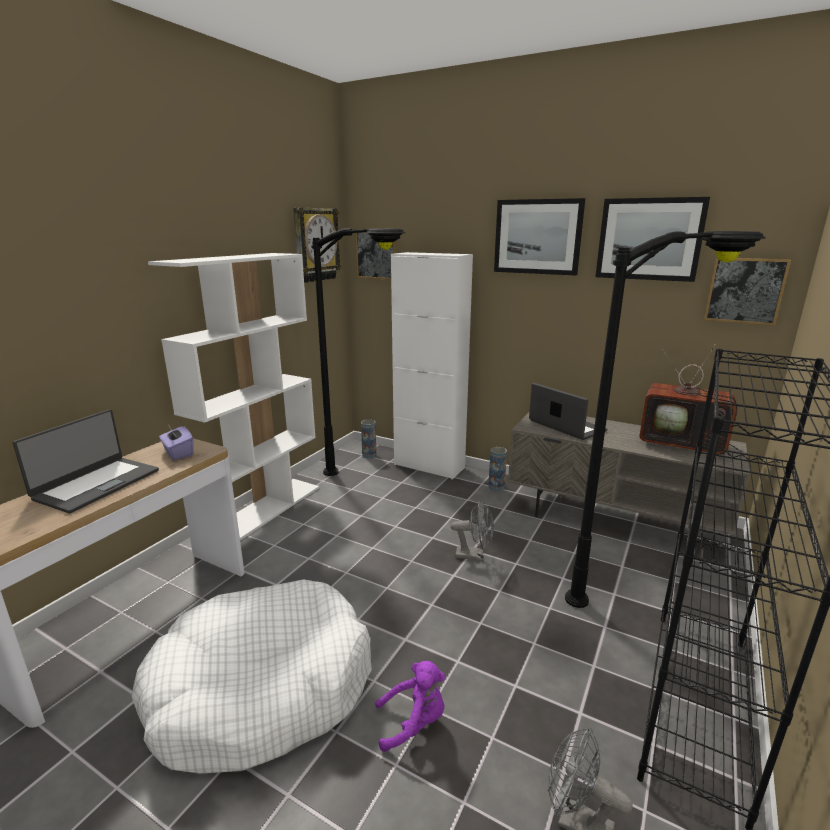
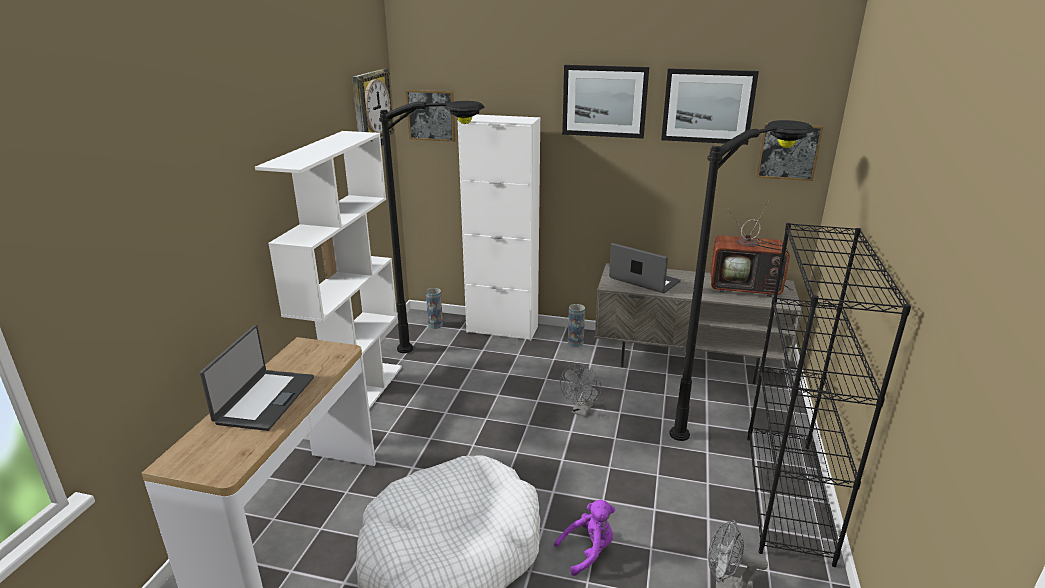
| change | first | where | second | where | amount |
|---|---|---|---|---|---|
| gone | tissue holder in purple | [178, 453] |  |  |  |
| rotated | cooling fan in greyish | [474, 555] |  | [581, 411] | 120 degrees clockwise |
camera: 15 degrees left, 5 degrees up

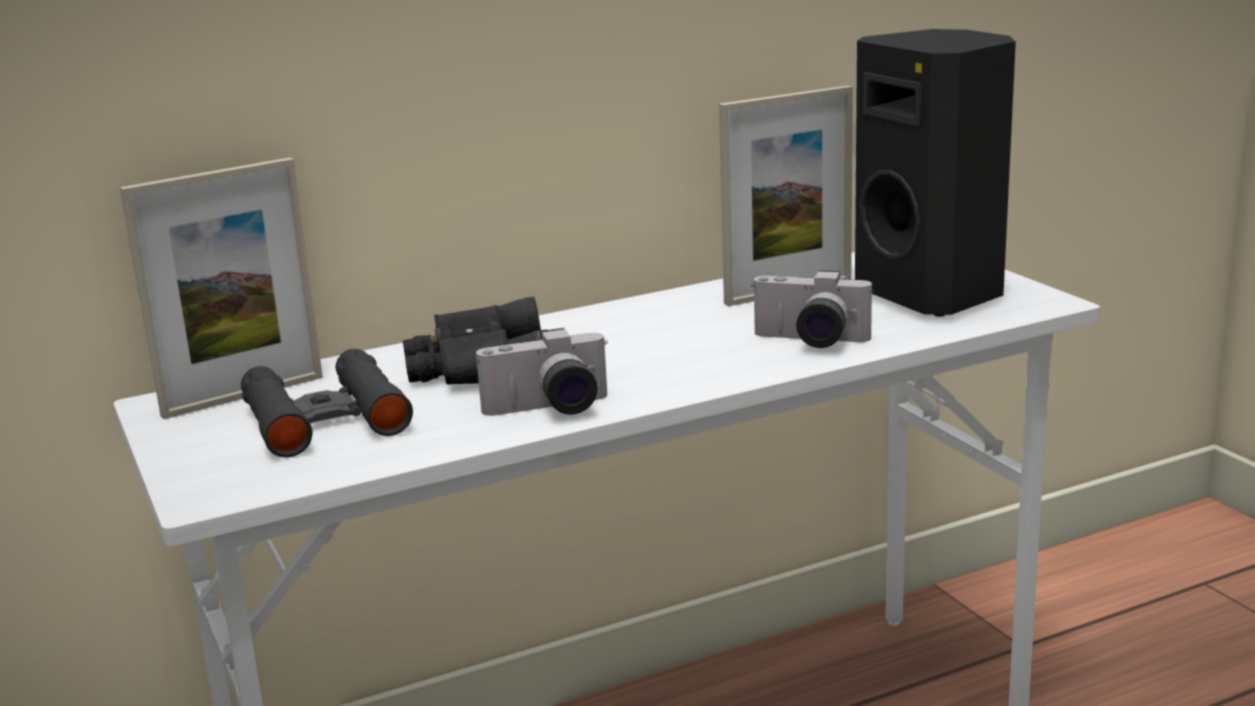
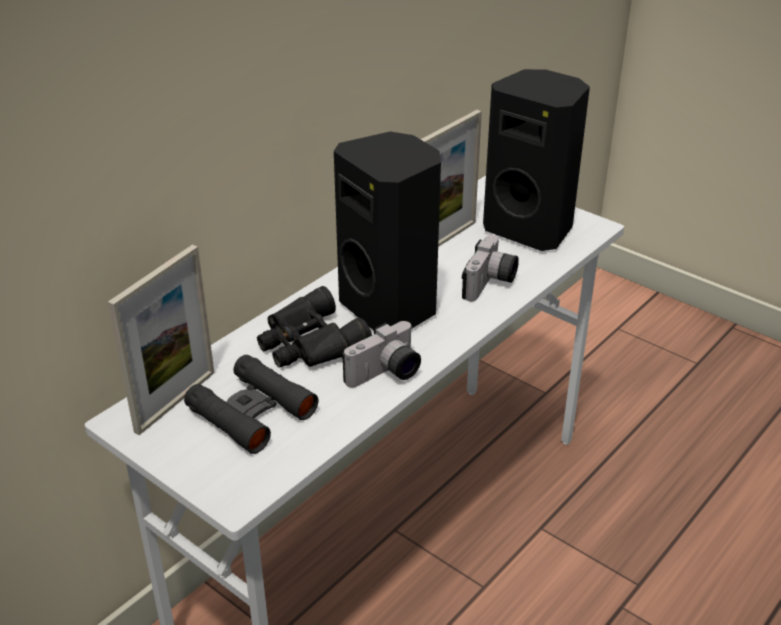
| change | first | where | second | where | amount |
|---|---|---|---|---|---|
| rotated | still camera | [809, 341] |  | [491, 284] | 60 degrees counterclockwise |
| new |  |  | speaker in blackish | [391, 308] |  |
camera: 25 degrees left, 15 degrees up

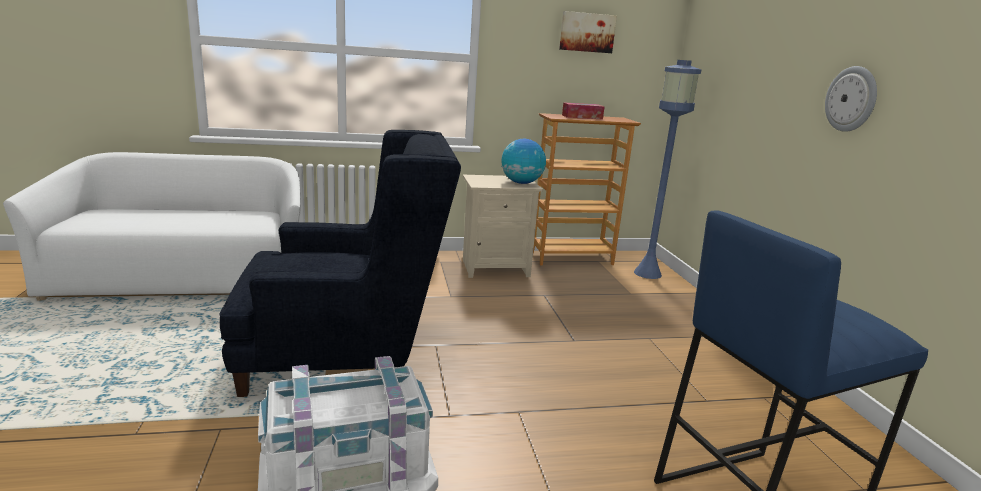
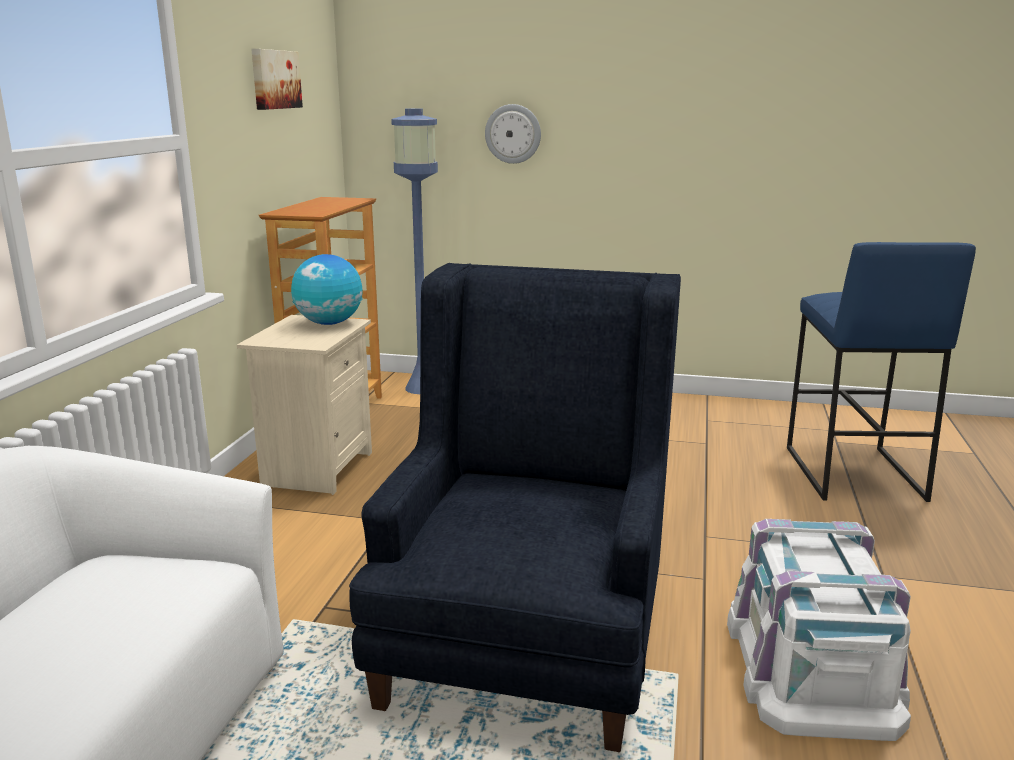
| change | first | where | second | where | amount |
|---|---|---|---|---|---|
| shifted | clock on the wall | [851, 99] |  | [513, 134] |  |
| gone | tissue holder | [582, 117] |  |  |  |
camera: 65 degrees left, 0 degrees up

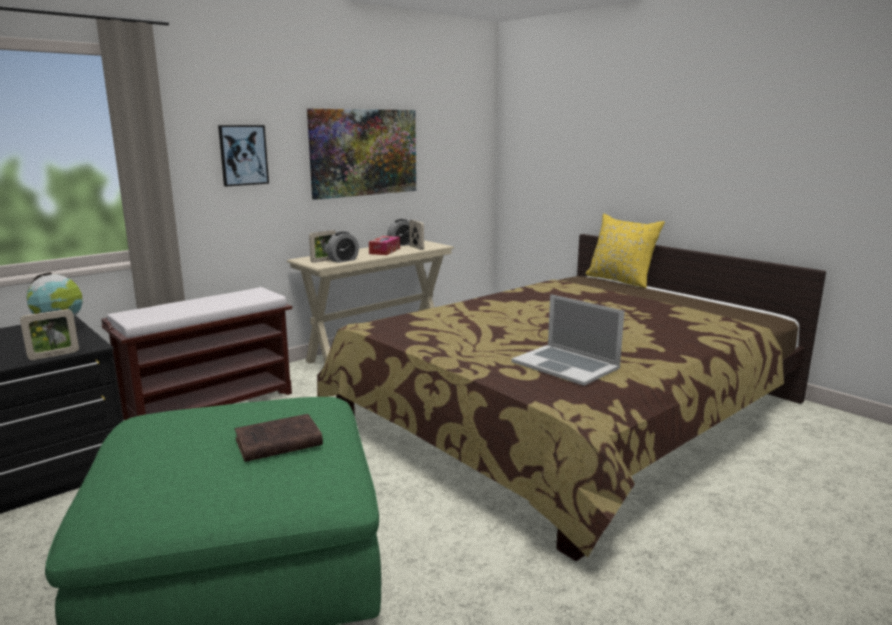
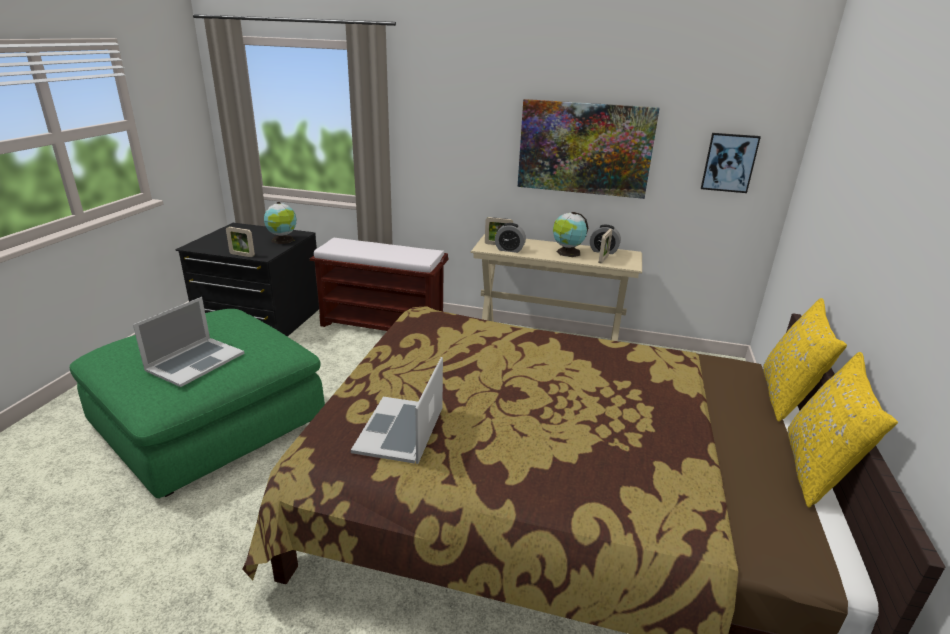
| change | first | where | second | where | amount |
|---|---|---|---|---|---|
| shifted | wall art | [243, 155] |  | [729, 162] |  |
| swapped | tissue holder | [384, 251] | desk globe | [567, 253] |  |
| swapped | volume in brown | [276, 443] | laptop | [195, 361] |  |
| new |  |  | cushion in yellow | [817, 470] |  |
camera: 55 degrees right, 10 degrees up

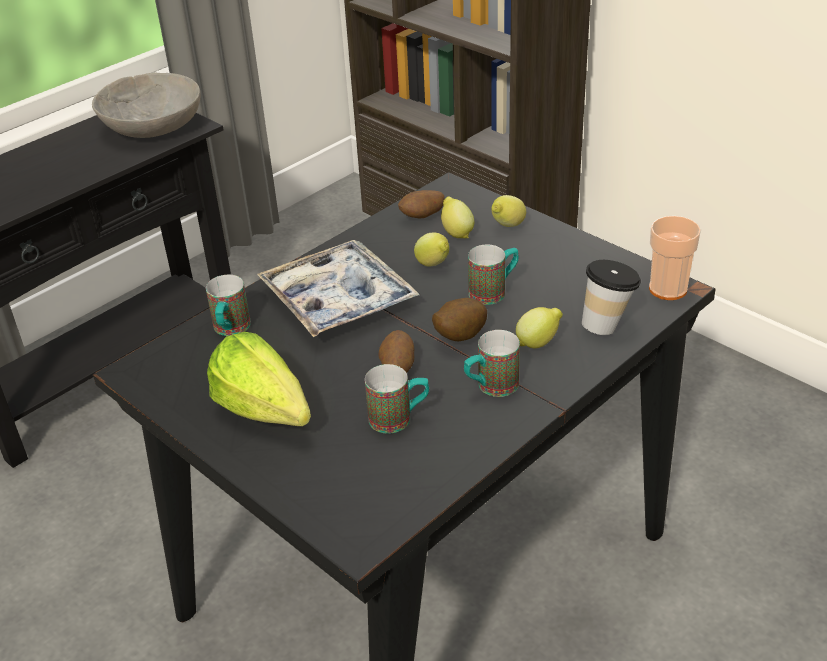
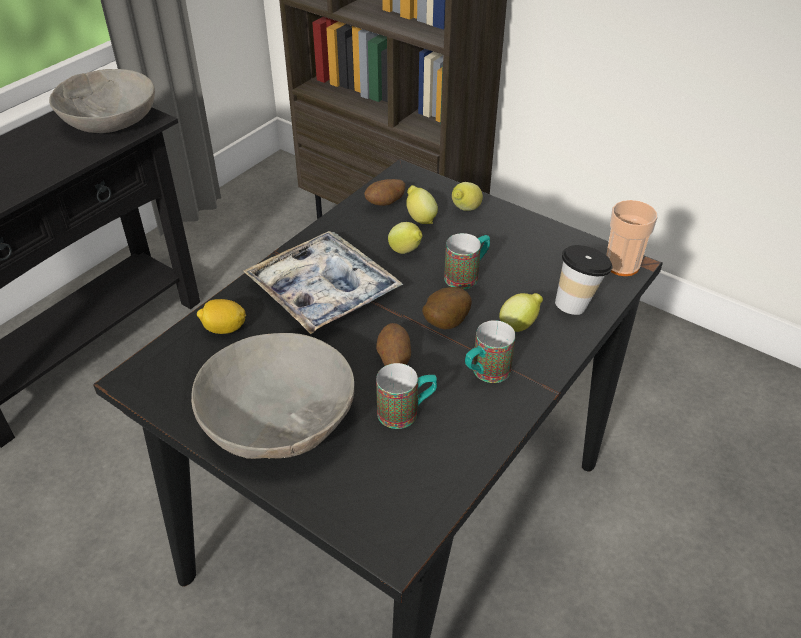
| change | first | where | second | where | amount |
|---|---|---|---|---|---|
| swapped | coffee mug | [230, 330] | whole lemon | [224, 329] |  |
| swapped | lettuce | [268, 417] | bowl in greyish | [279, 419] |  |
camera: 10 degrees left, 5 degrees up

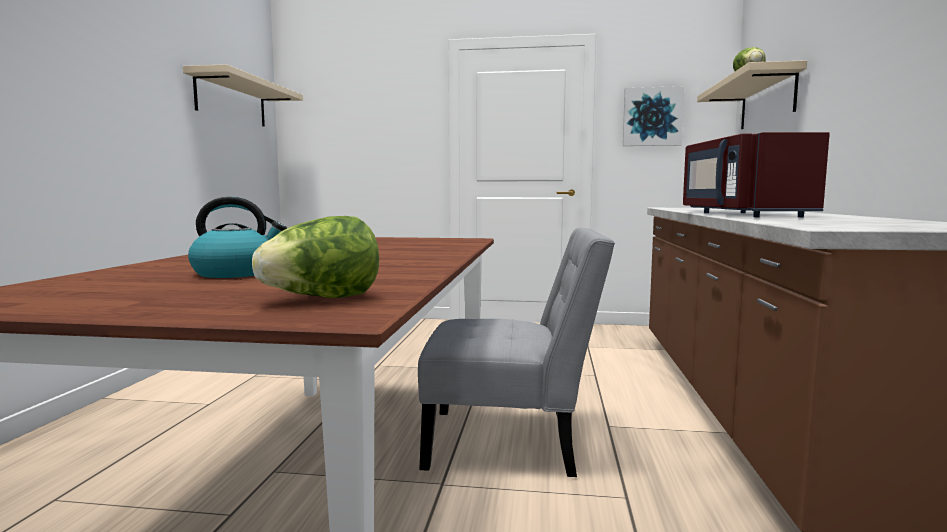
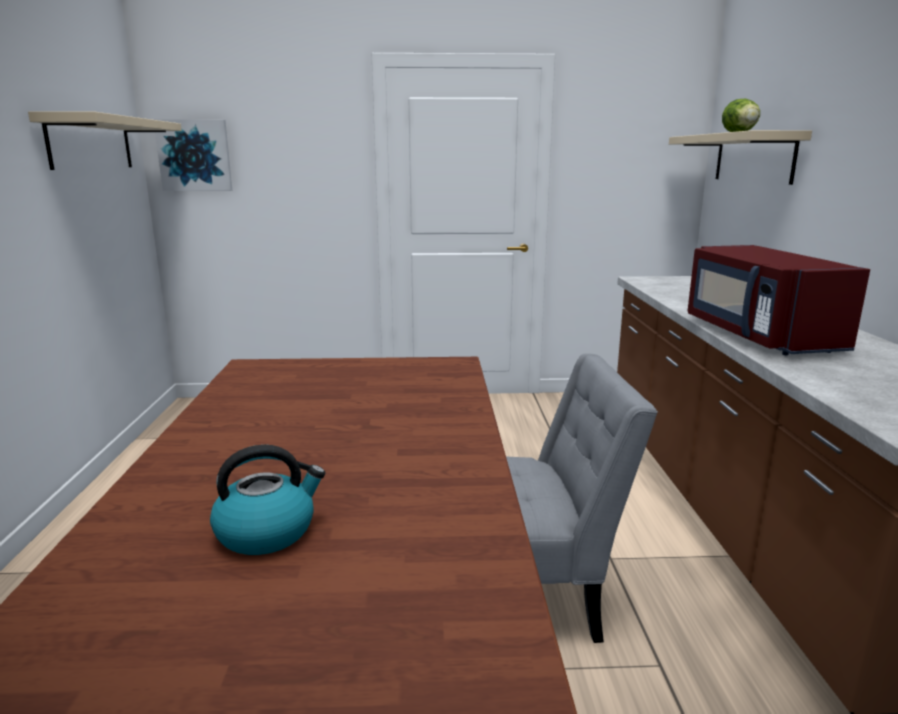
| change | first | where | second | where | amount |
|---|---|---|---|---|---|
| shifted | wall art | [652, 117] |  | [194, 155] |  |
| gone | lettuce | [322, 299] |  |  |  |
camera: 10 degrees left, 10 degrees up

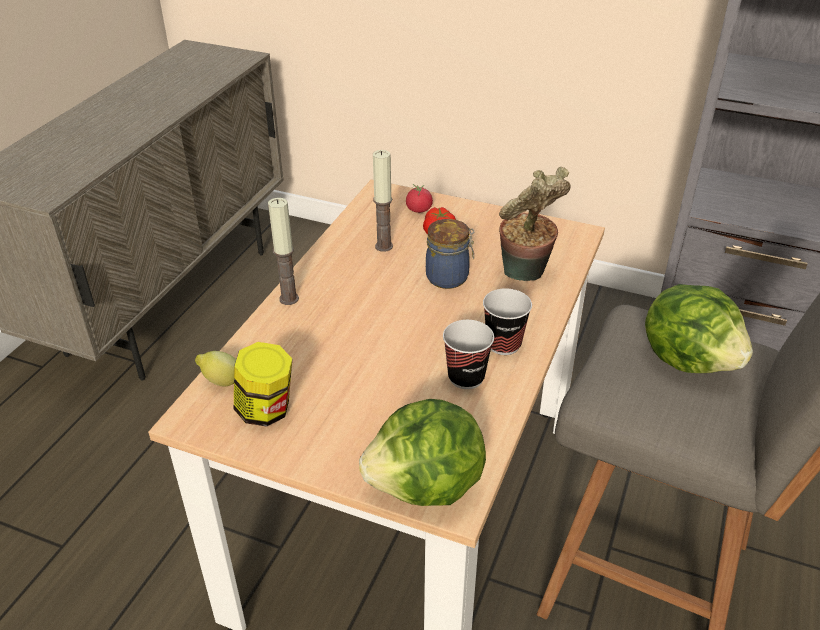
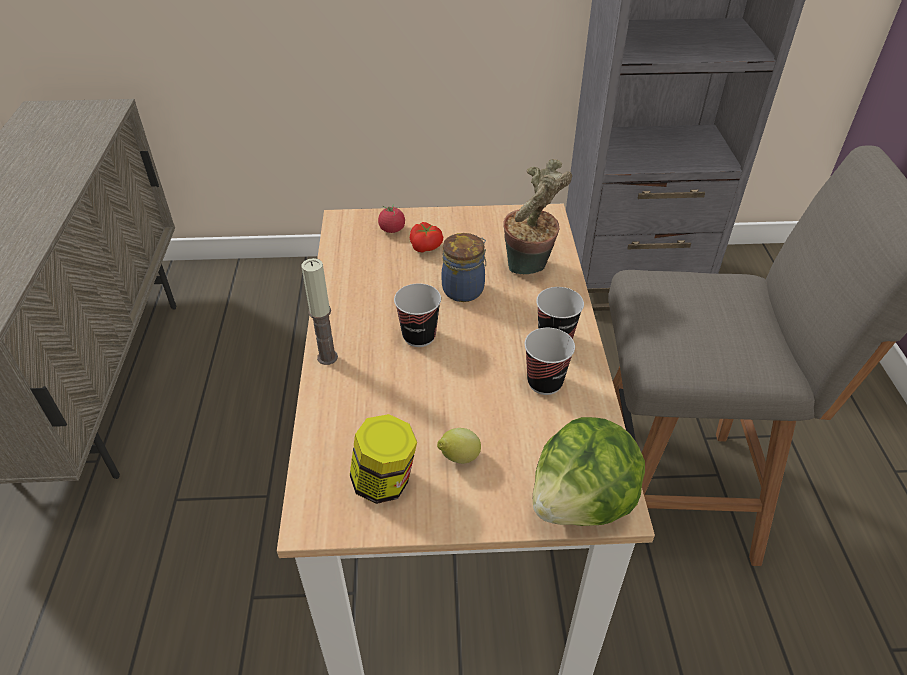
| change | first | where | second | where | amount |
|---|---|---|---|---|---|
| gone | wax candle | [384, 246] |  |  |  |
| gone | lettuce | [690, 359] |  |  |  |
| shifted | whole lemon | [221, 382] |  | [458, 458] |  |
| new |  |  | small cup | [419, 336] |  |
camera: 25 degrees left, 5 degrees up

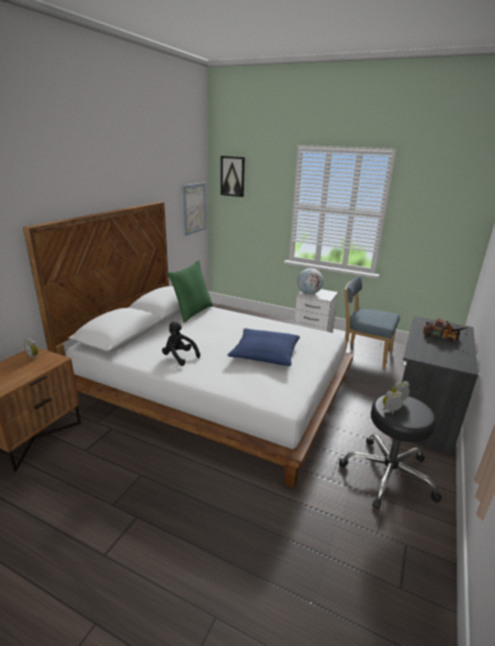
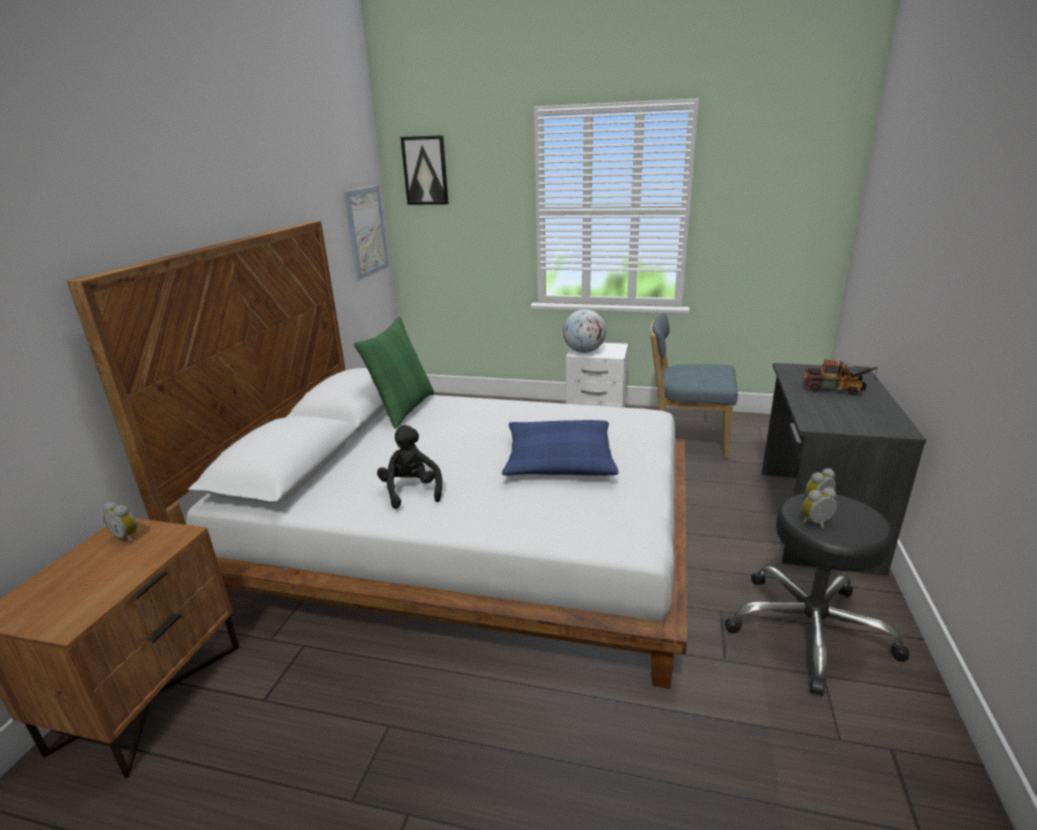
| change | first | where | second | where | amount |
|---|---|---|---|---|---|
| rotated | cuddly toy in blackish | [179, 357] |  | [411, 491] | 45 degrees clockwise |
camera: 10 degrees left, 0 degrees up

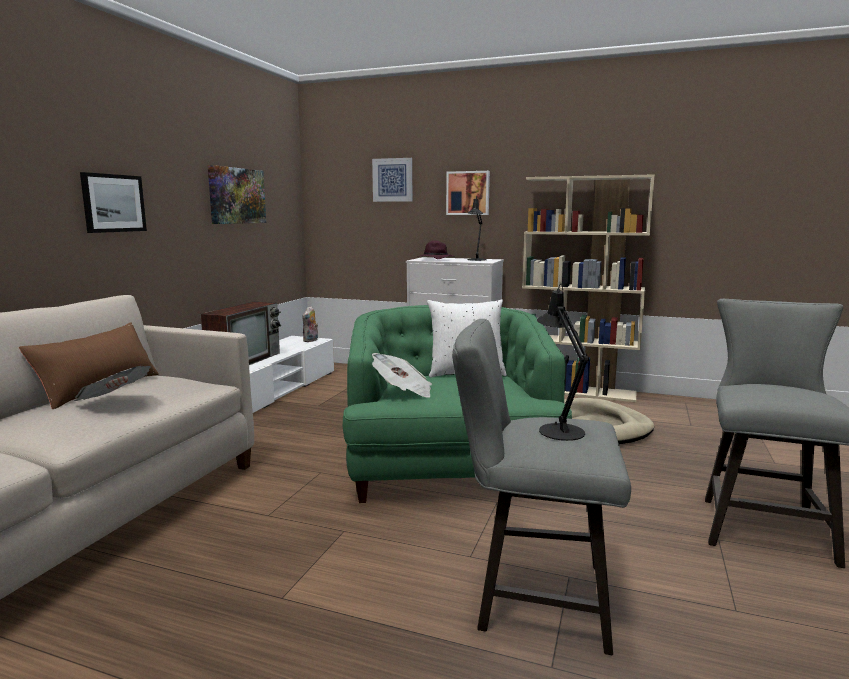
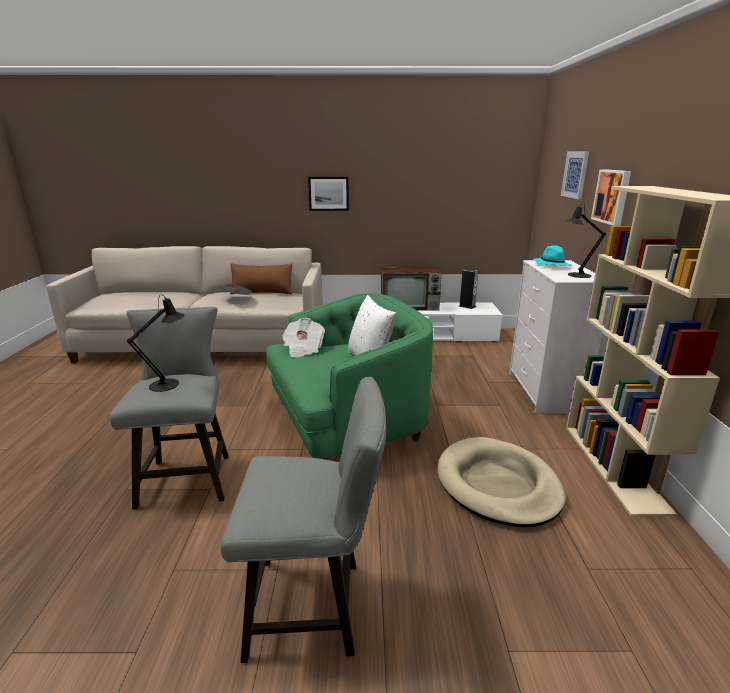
| change | first | where | second | where | amount |
|---|---|---|---|---|---|
| gone | wall art | [237, 196] |  |  |  |
| repainted | wearable hat in purple | [435, 259] | wearable hat in turquoise | [551, 265] |  |
| gone | cuddly toy | [311, 340] |  |  |  |
| new |  |  | speaker | [467, 306] |  |
camera: 70 degrees right, 10 degrees up

